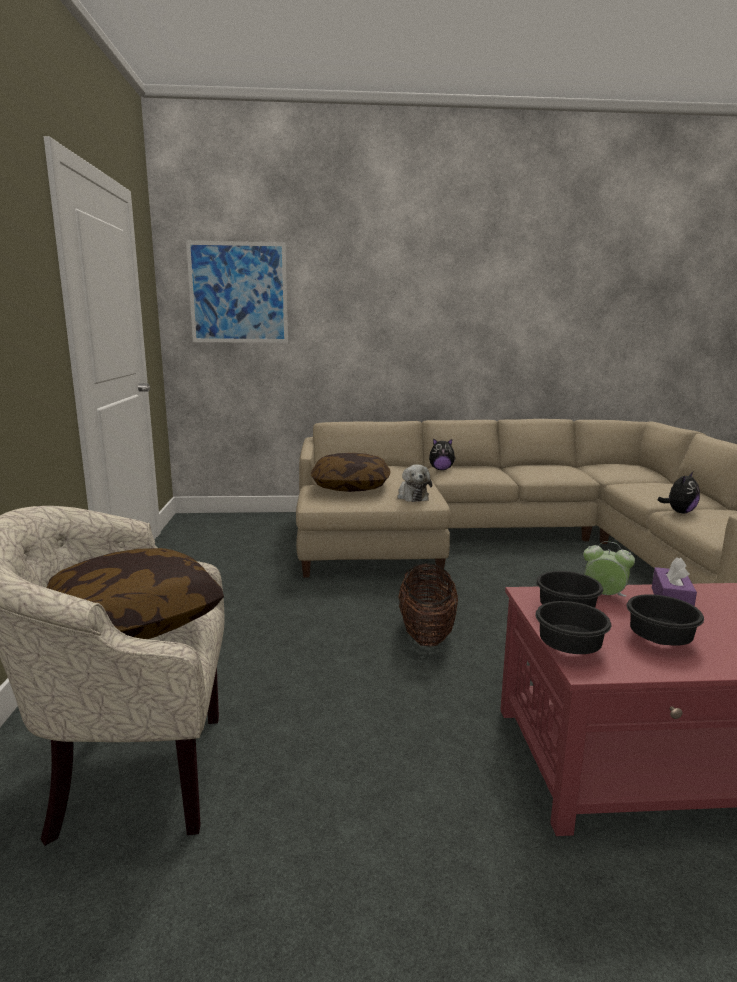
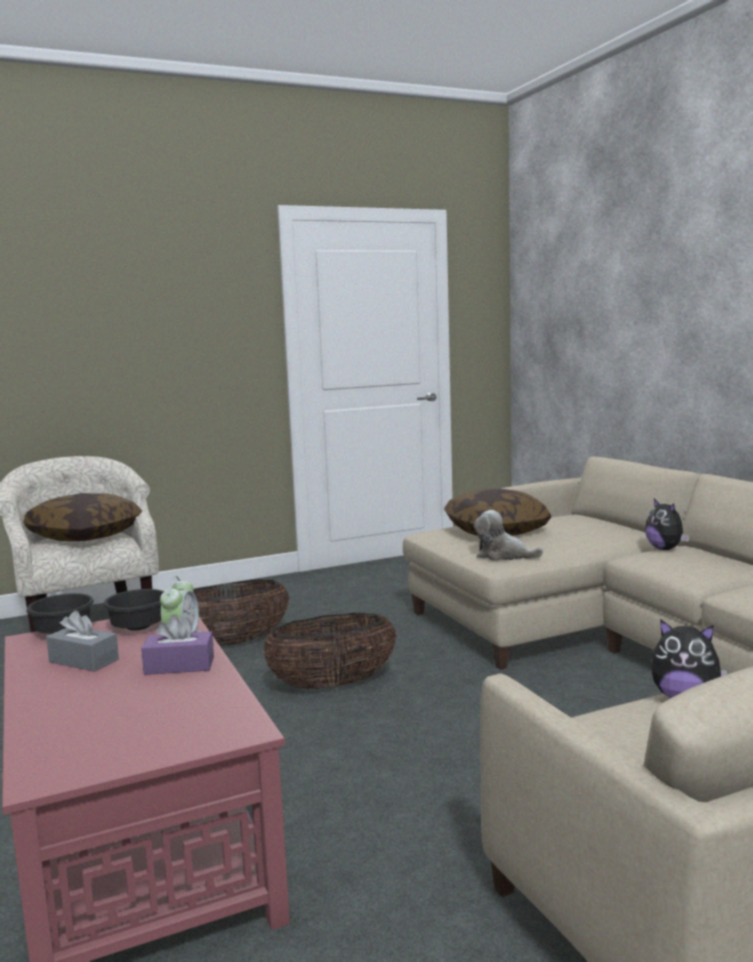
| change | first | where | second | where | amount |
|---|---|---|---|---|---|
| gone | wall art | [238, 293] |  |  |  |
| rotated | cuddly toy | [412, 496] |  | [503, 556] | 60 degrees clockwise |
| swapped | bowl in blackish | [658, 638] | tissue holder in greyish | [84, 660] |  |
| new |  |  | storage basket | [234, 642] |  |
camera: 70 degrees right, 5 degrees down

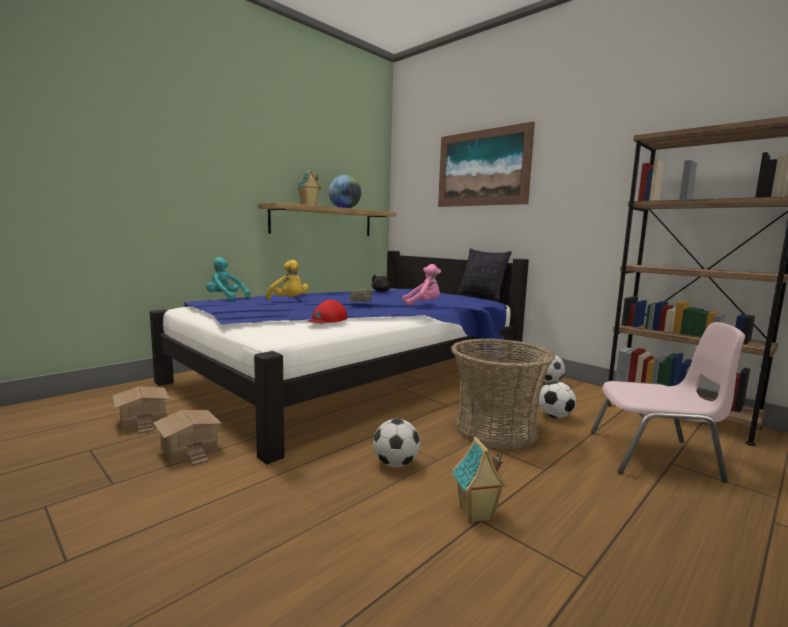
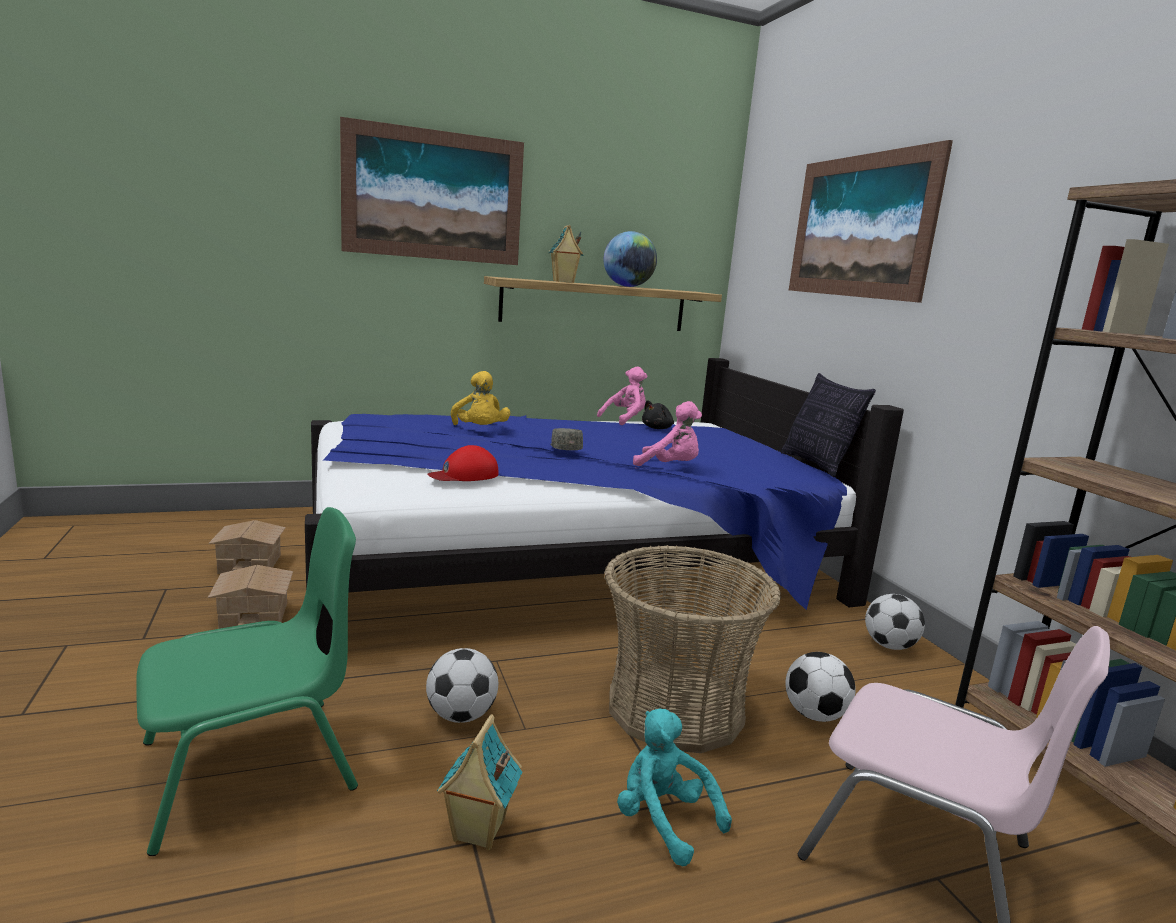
| change | first | where | second | where | amount |
|---|---|---|---|---|---|
| shifted | cuddly toy in turquoise | [225, 298] |  | [663, 820] |  |
| new |  |  | wall art | [434, 195] |  |
| new |  |  | cuddly toy in pink-coloured | [625, 419] |  |
| new |  |  | upright chair in green | [253, 767] |  |
camera: 25 degrees right, 5 degrees up

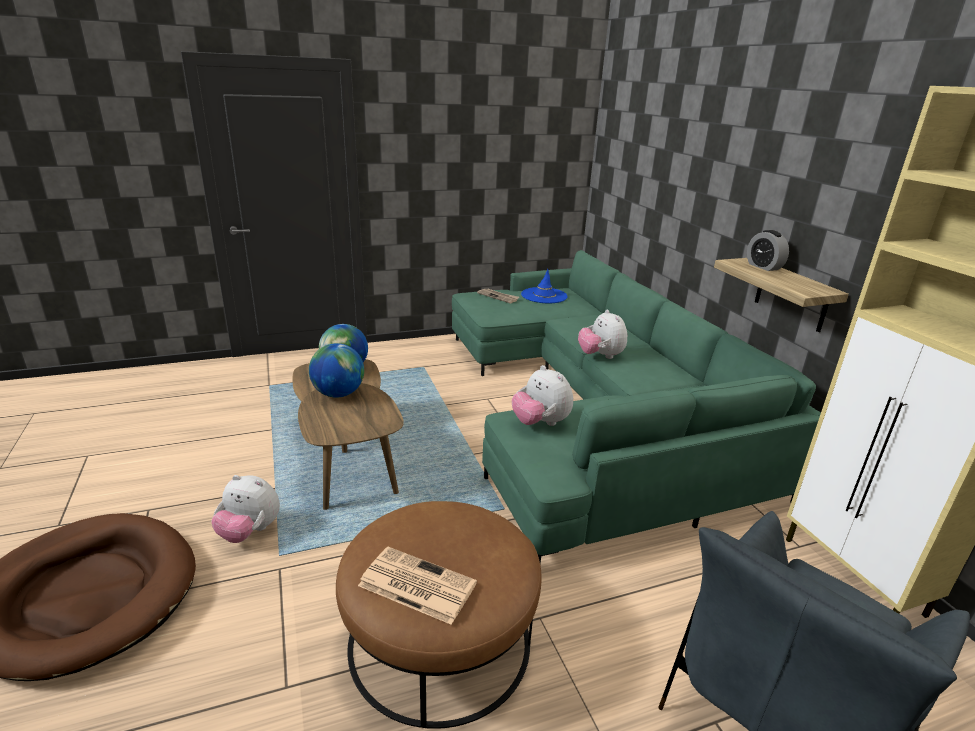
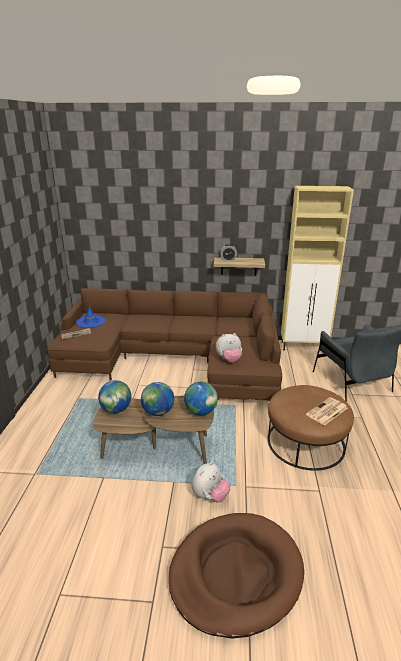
| change | first | where | second | where | amount |
|---|---|---|---|---|---|
| repainted | couch in green | [592, 412] | couch in brown | [176, 359] |  |
| gone | cuddly toy | [600, 356] |  |  |  |
| new |  |  | desk globe | [201, 412] |  |
camera: 65 degrees left, 0 degrees up

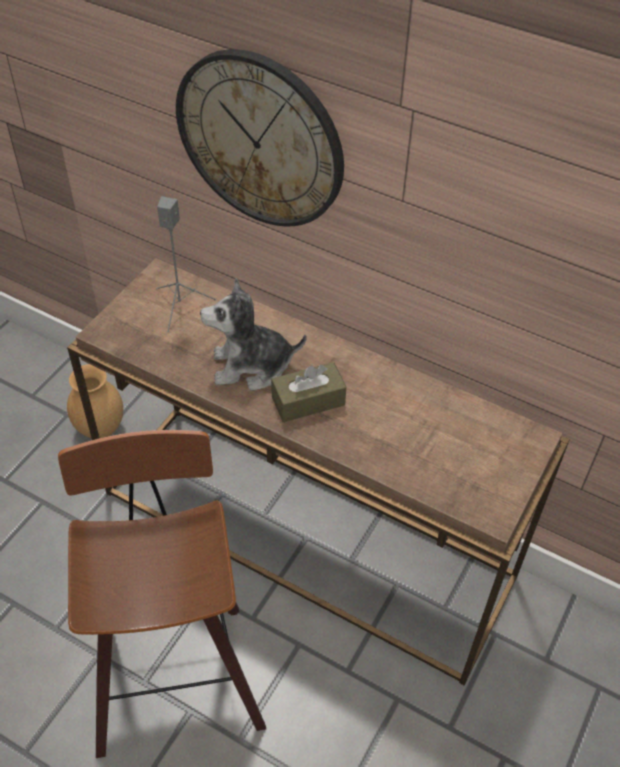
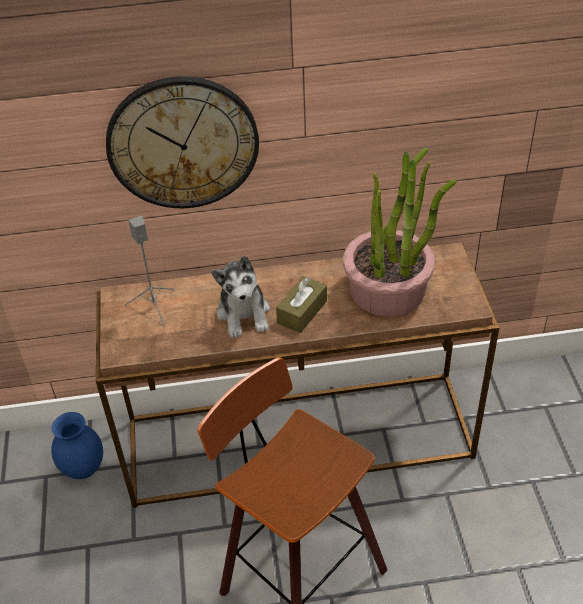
| change | first | where | second | where | amount |
|---|---|---|---|---|---|
| rotated | cuddly toy | [251, 366] |  | [244, 314] | 60 degrees counterclockwise |
| repainted | flower vase in brown | [101, 428] | flower vase in blue-coloured | [84, 468] |  |
| new |  |  | potted plant | [388, 290] |  |
camera: 35 degrees left, 5 degrees down

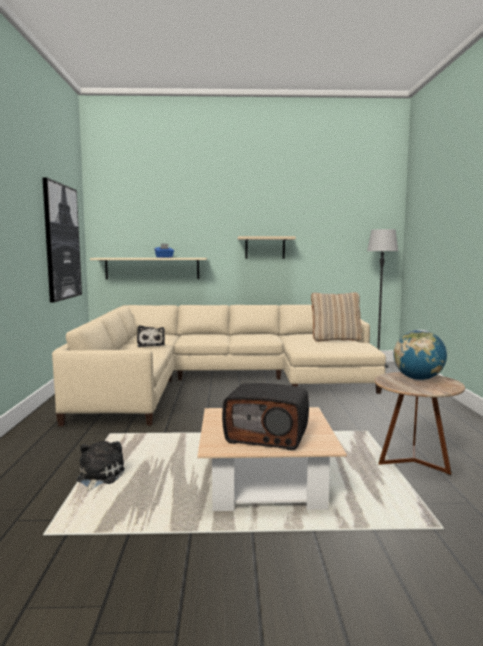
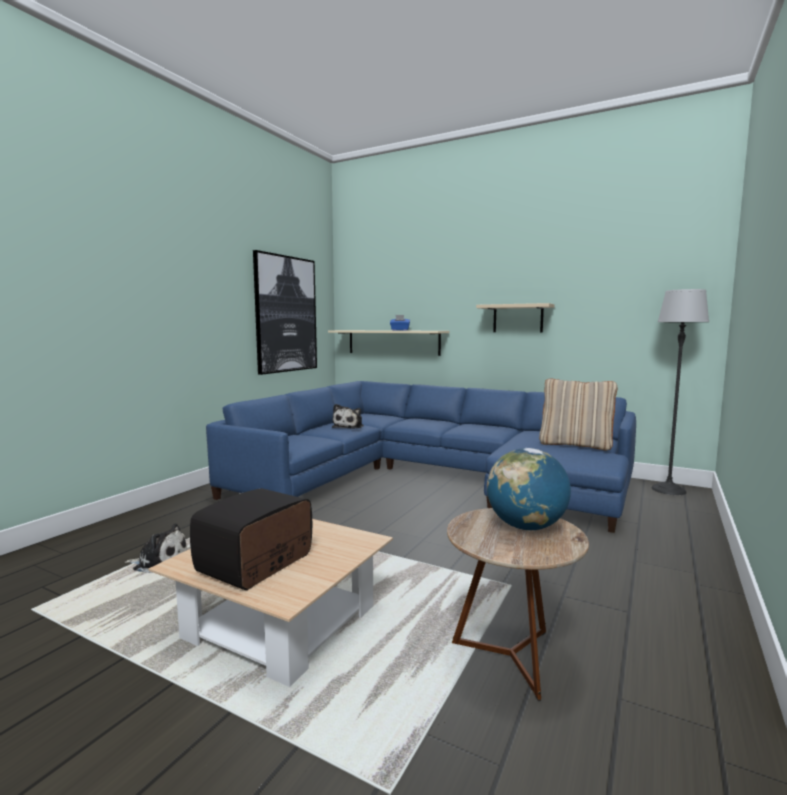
| change | first | where | second | where | amount |
|---|---|---|---|---|---|
| repainted | couch in beige | [220, 380] | couch in blue-coloured | [429, 477] |  |
| rotated | radio set | [267, 436] |  | [256, 563] | 75 degrees clockwise |
| rotated | cuddly toy | [98, 477] |  | [159, 562] | 60 degrees clockwise |
camera: 30 degrees right, 0 degrees up

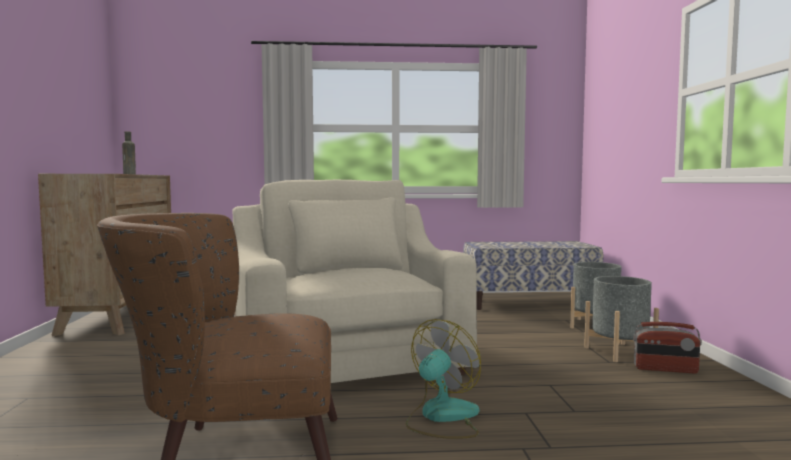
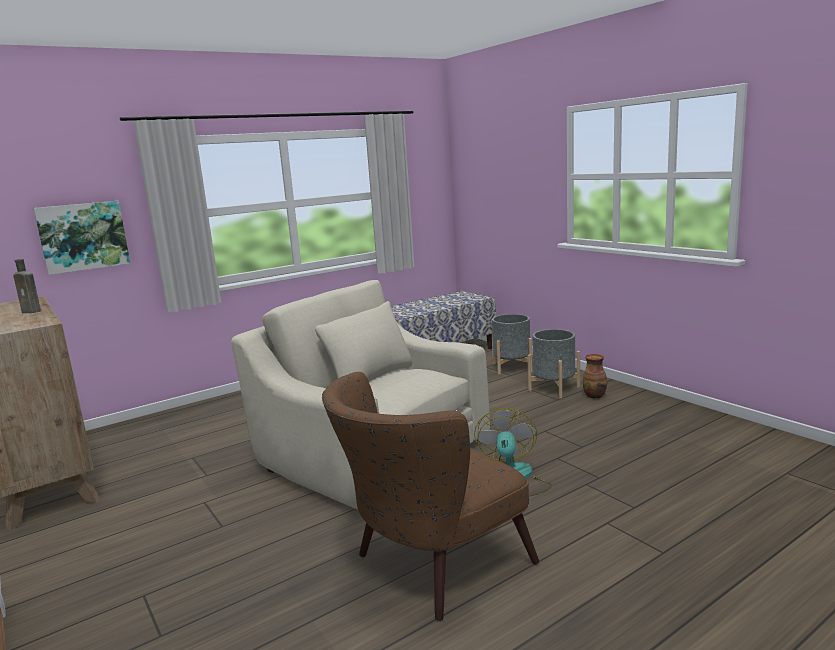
| change | first | where | second | where | amount |
|---|---|---|---|---|---|
| swapped | radio set | [665, 369] | flower vase | [595, 395] |  |
| new |  |  | wall art | [83, 236] |  |
camera: 30 degrees left, 10 degrees up

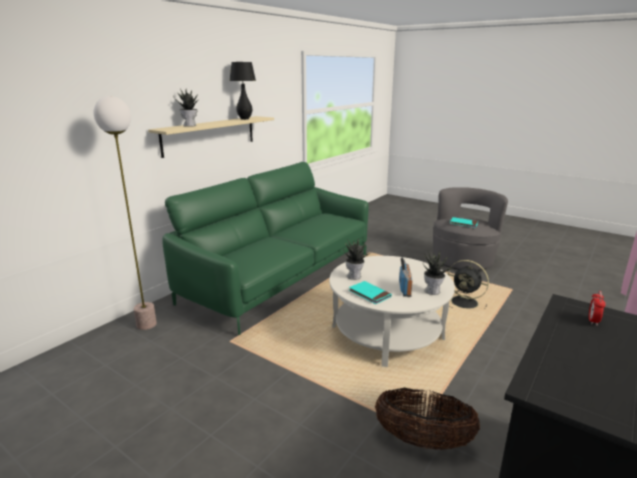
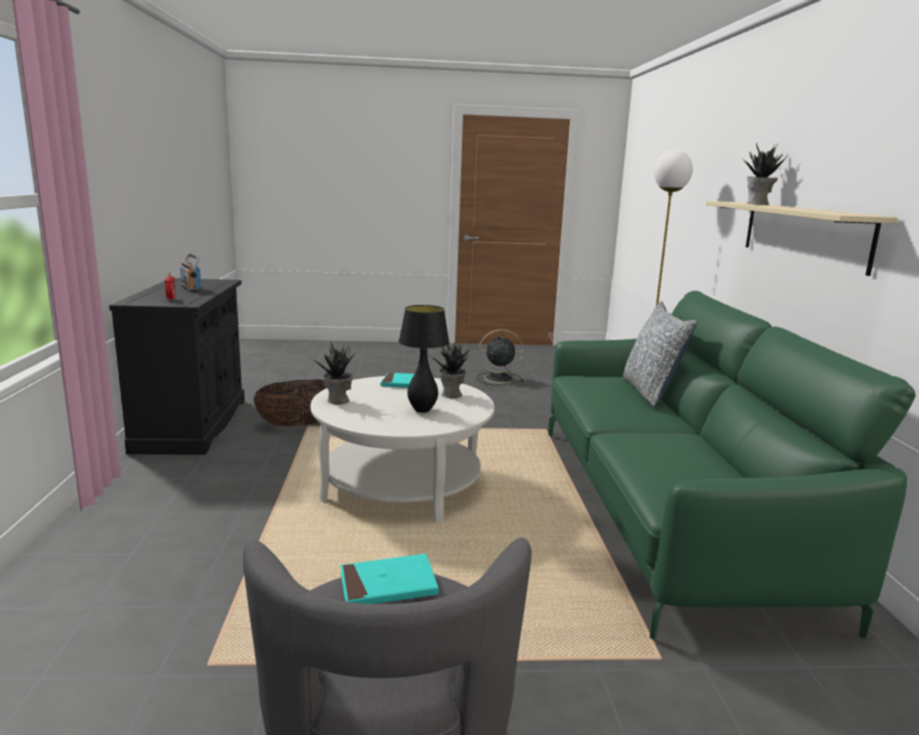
| change | first | where | second | where | amount |
|---|---|---|---|---|---|
| shifted | lamp for a table in blackish | [244, 119] |  | [422, 410] |  |
| shifted | radio set | [405, 289] |  | [191, 288] |  |
| shifted | cooling fan in blackish | [465, 303] |  | [497, 378] |  |
| new |  |  | cushion | [651, 392] |  |
camera: 140 degrees right, 5 degrees down

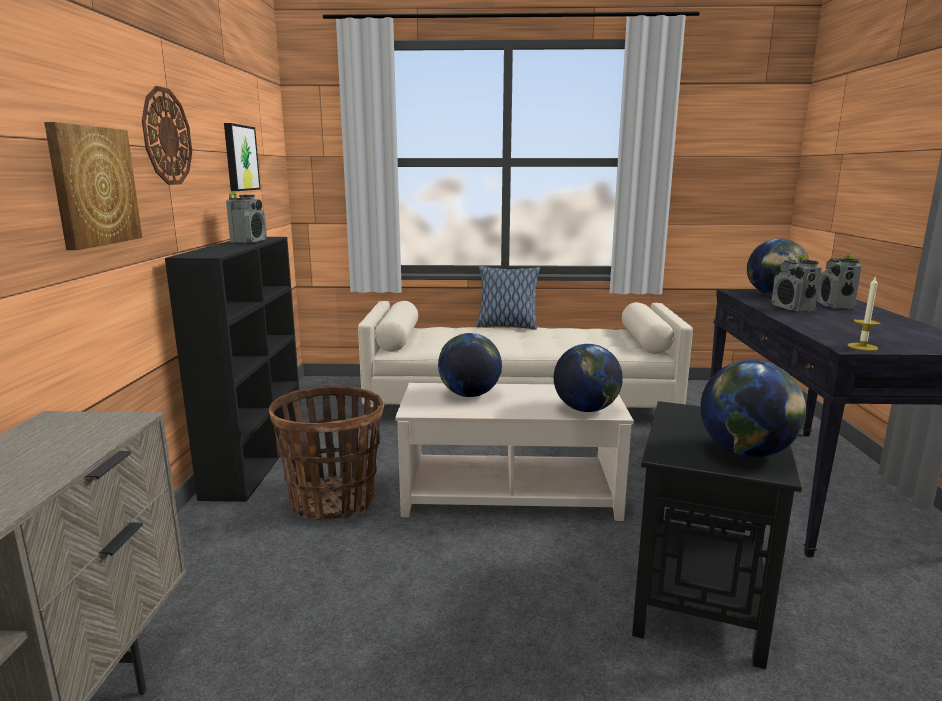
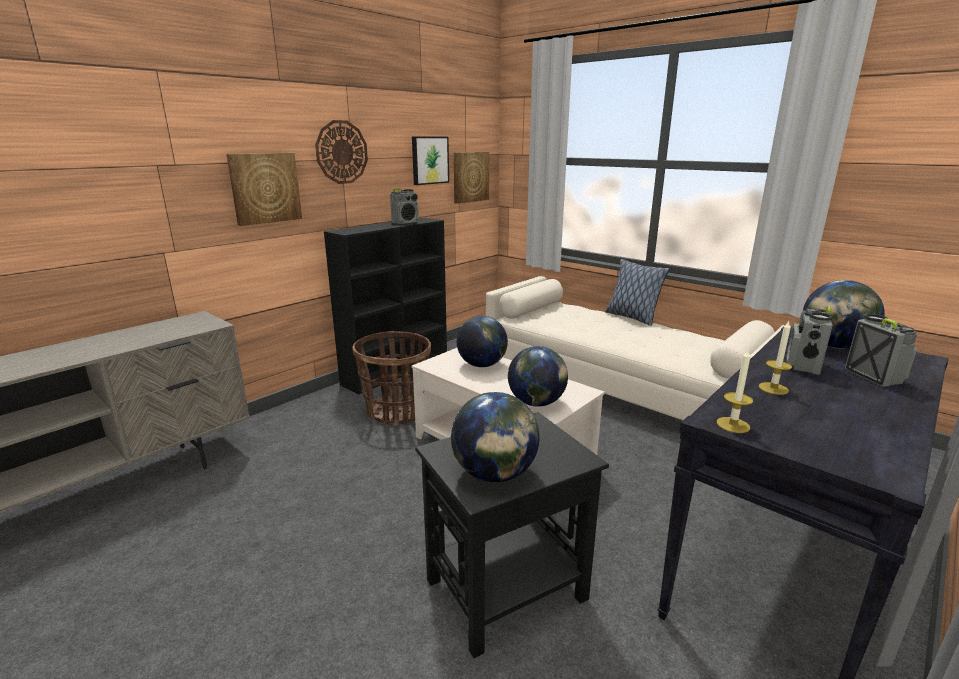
| change | first | where | second | where | amount |
|---|---|---|---|---|---|
| rotated | radio set | [834, 306] |  | [873, 376] | 120 degrees clockwise |
| new |  |  | wall art | [470, 177] |  |
| new |  |  | wax candle | [773, 388] |  |
camera: 40 degrees right, 5 degrees up

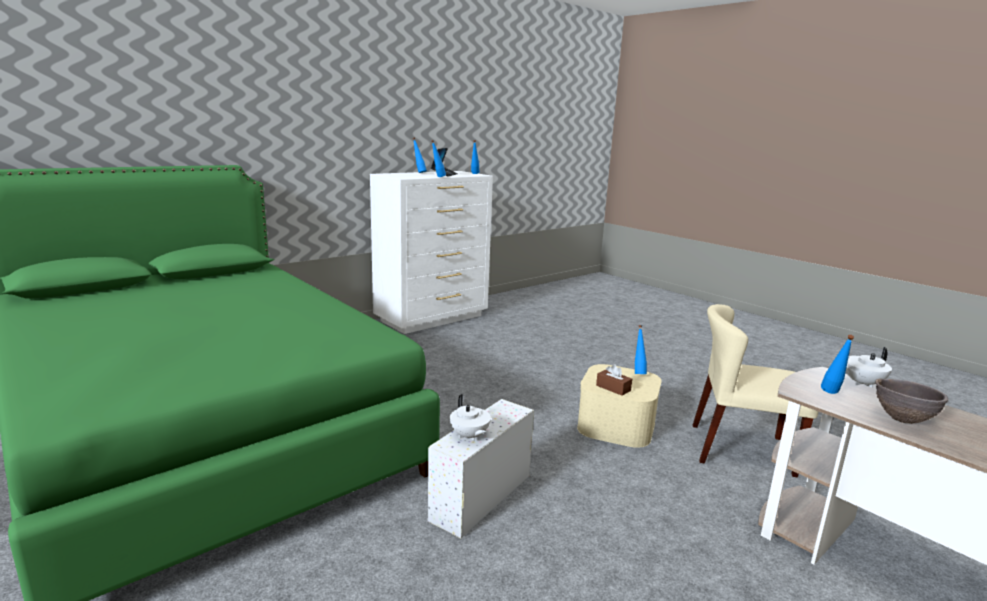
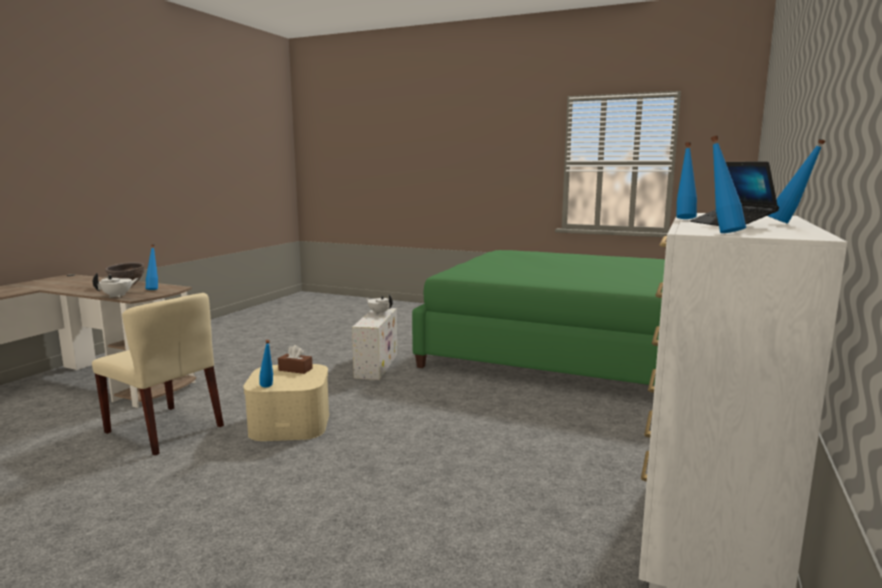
| change | first | where | second | where | amount |
|---|---|---|---|---|---|
| rotated | upright chair in beige | [740, 449] |  | [165, 429] | 45 degrees clockwise |
camera: 155 degrees right, 5 degrees down

